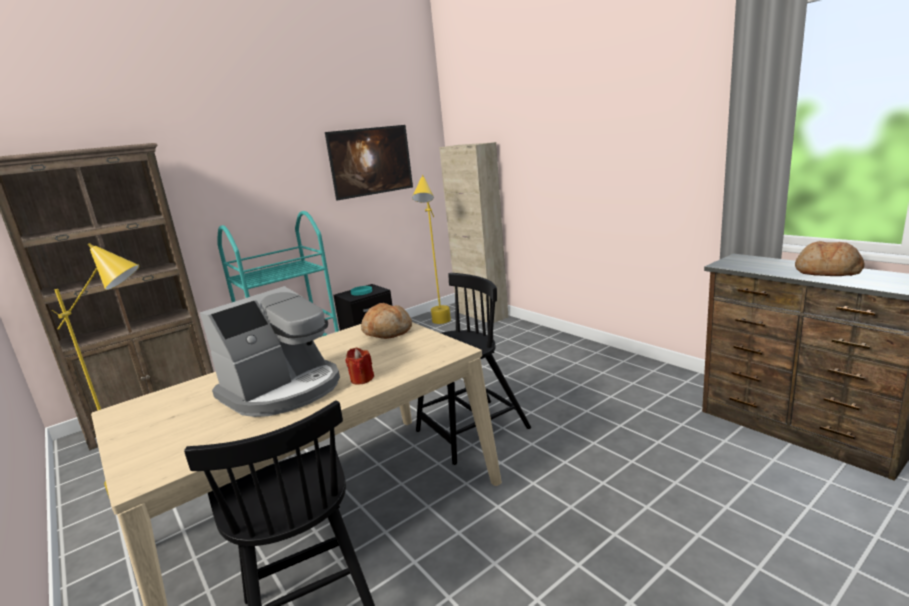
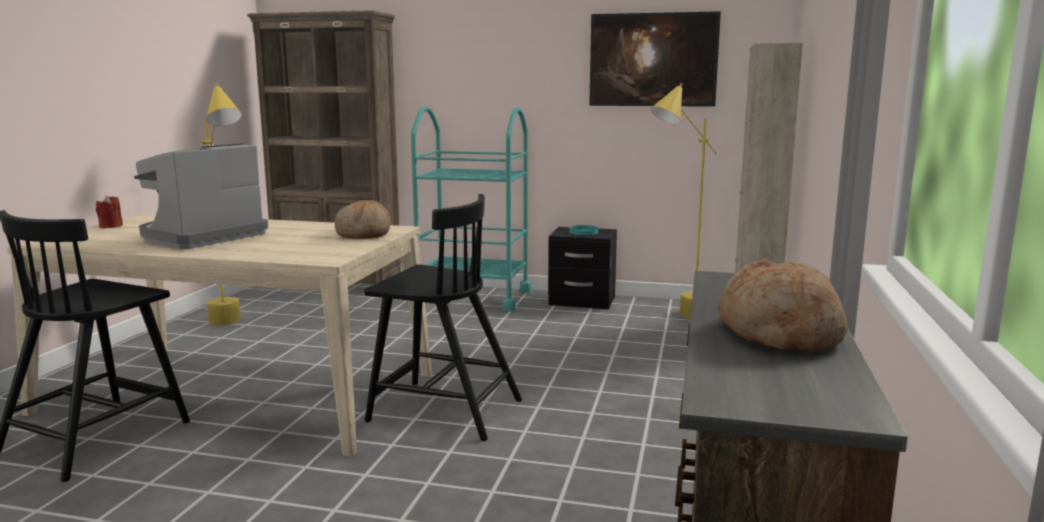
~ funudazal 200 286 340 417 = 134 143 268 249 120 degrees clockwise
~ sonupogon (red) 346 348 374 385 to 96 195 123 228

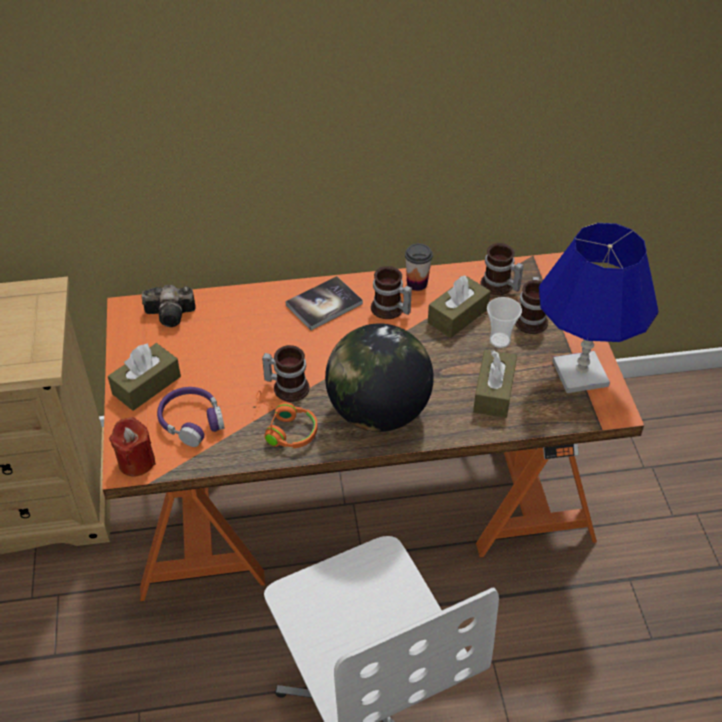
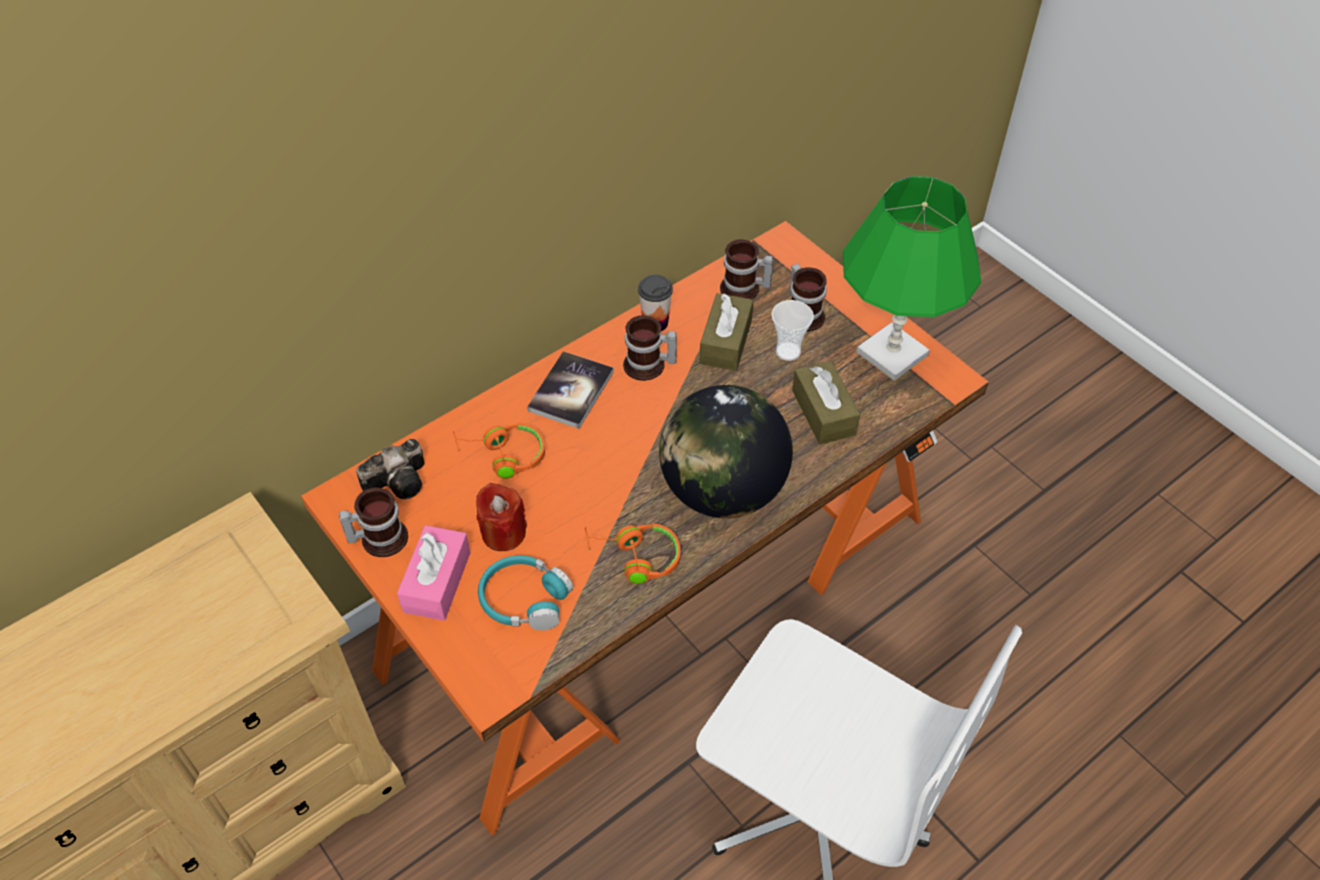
~ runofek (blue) 539 223 658 393 to runofek (green) 843 176 981 381
~ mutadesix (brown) 108 343 181 411 to mutadesix (pink) 397 525 470 621
~ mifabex 262 345 310 402 to 339 488 408 557
~ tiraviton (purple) 157 387 224 447 to tiraviton (turquoise) 478 555 573 630
~ sonupogon (red) 109 417 156 477 to 476 483 527 551
+ tiraviton (orange) 453 423 545 479

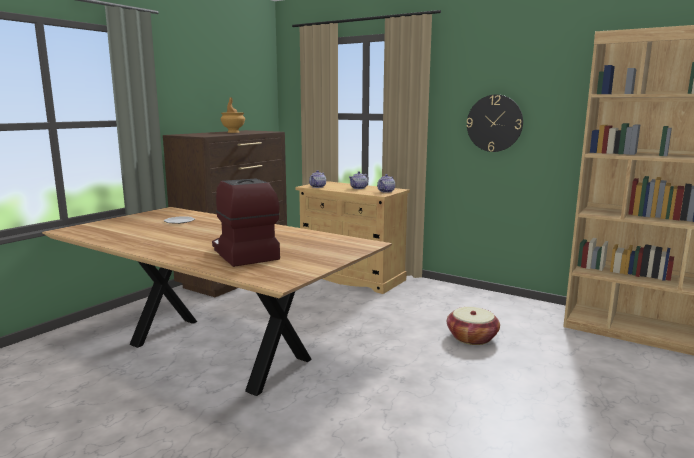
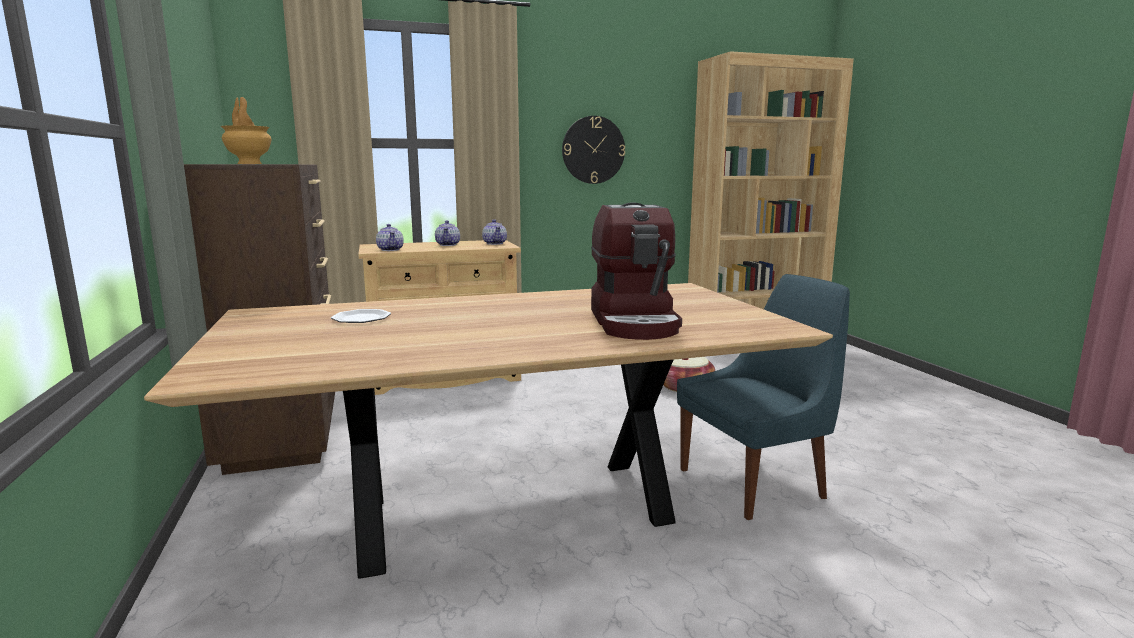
~ funudazal 212 178 280 267 = 591 202 682 340 105 degrees counterclockwise
+ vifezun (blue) 677 274 850 520

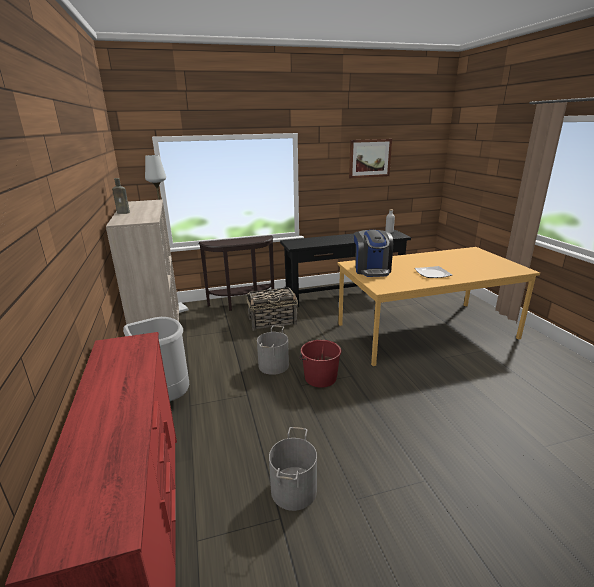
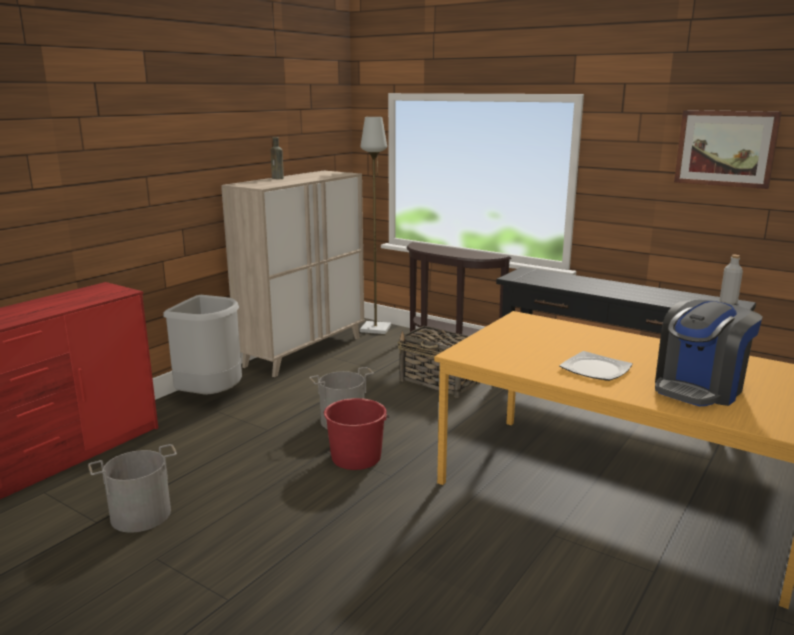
~ funudazal 354 230 393 277 to 655 300 762 406

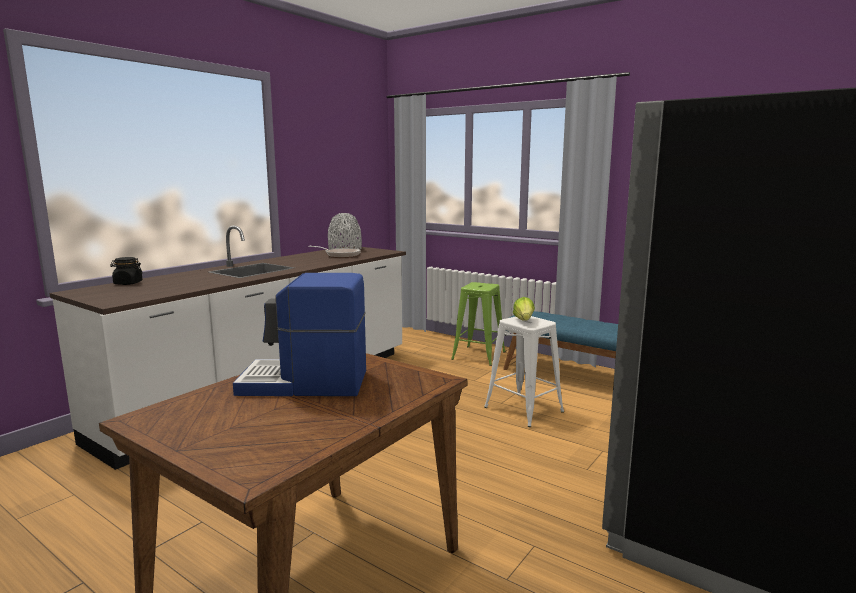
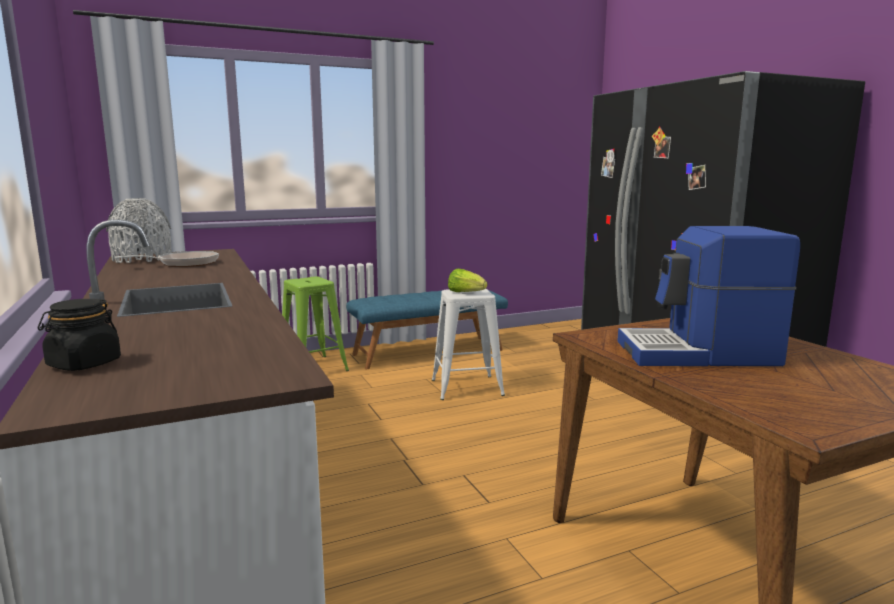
~ funudazal 233 273 366 396 = 617 226 800 366 60 degrees clockwise

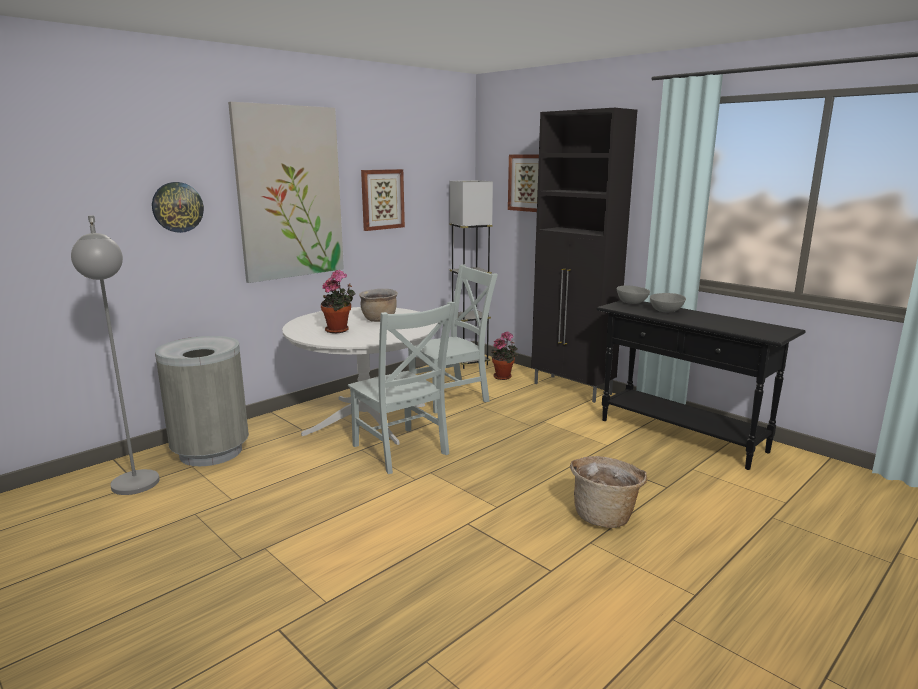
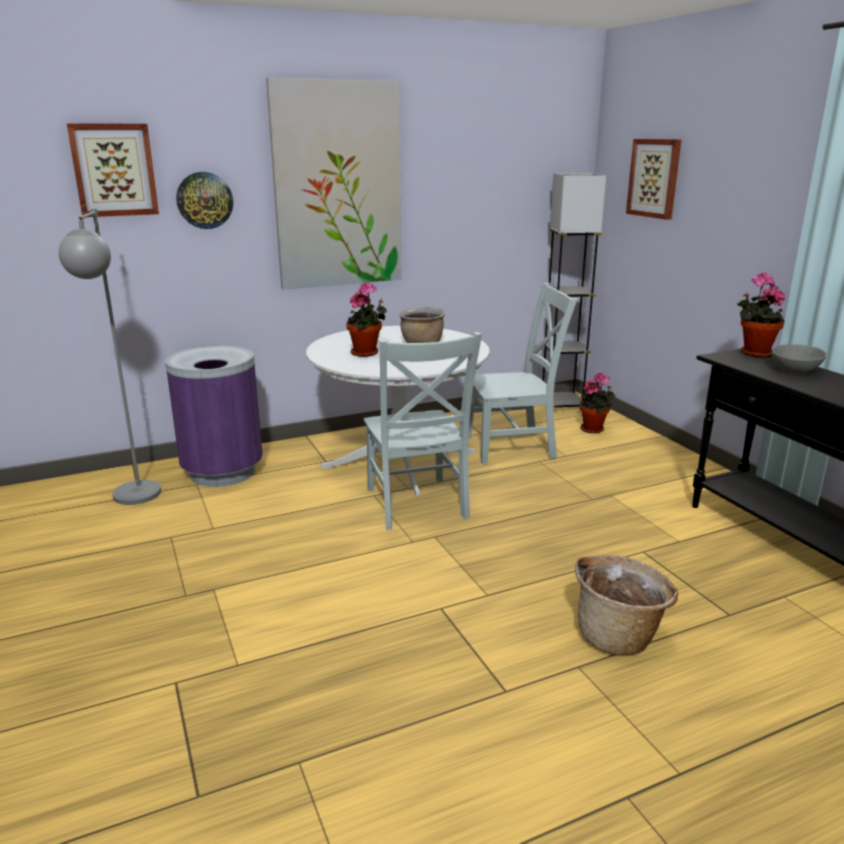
- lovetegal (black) 531 108 637 403
~ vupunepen 361 169 405 231 to 67 123 159 217
~ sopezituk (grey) 616 285 650 304 to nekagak 737 272 785 357
~ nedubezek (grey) 155 336 249 466 to nedubezek (purple) 165 345 263 487

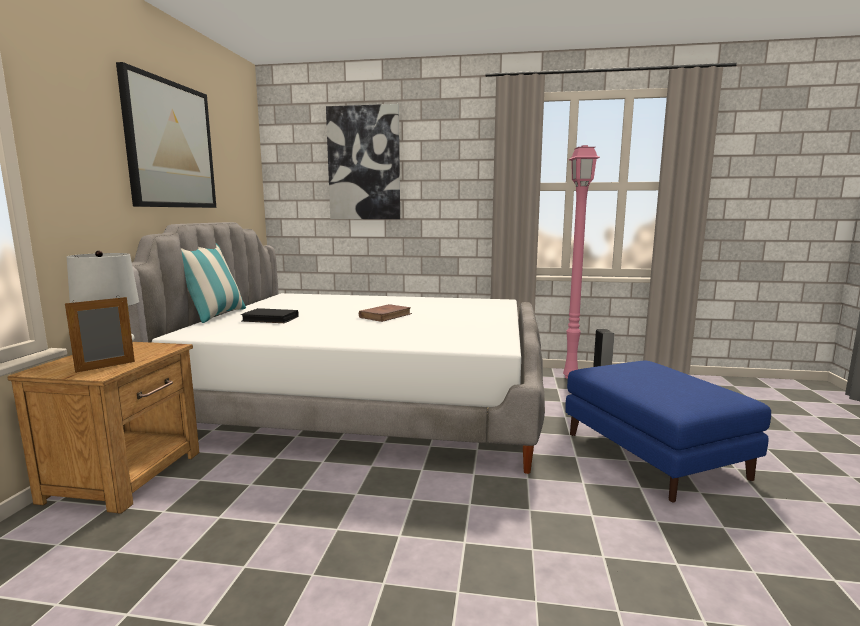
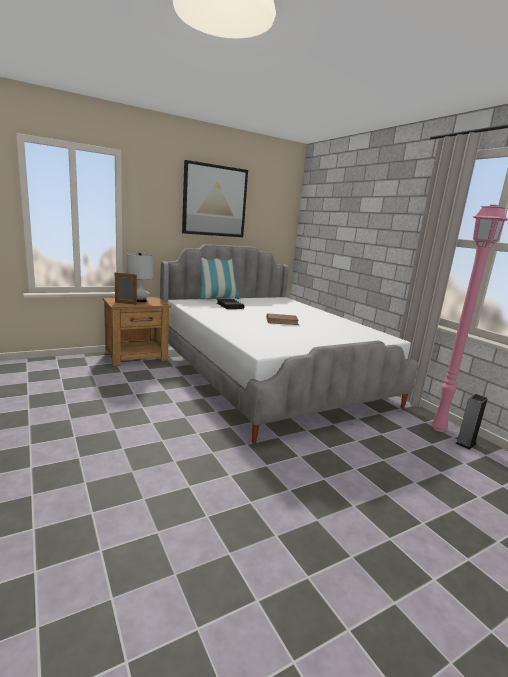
- vupunepen 326 104 400 219
- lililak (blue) 565 361 771 502

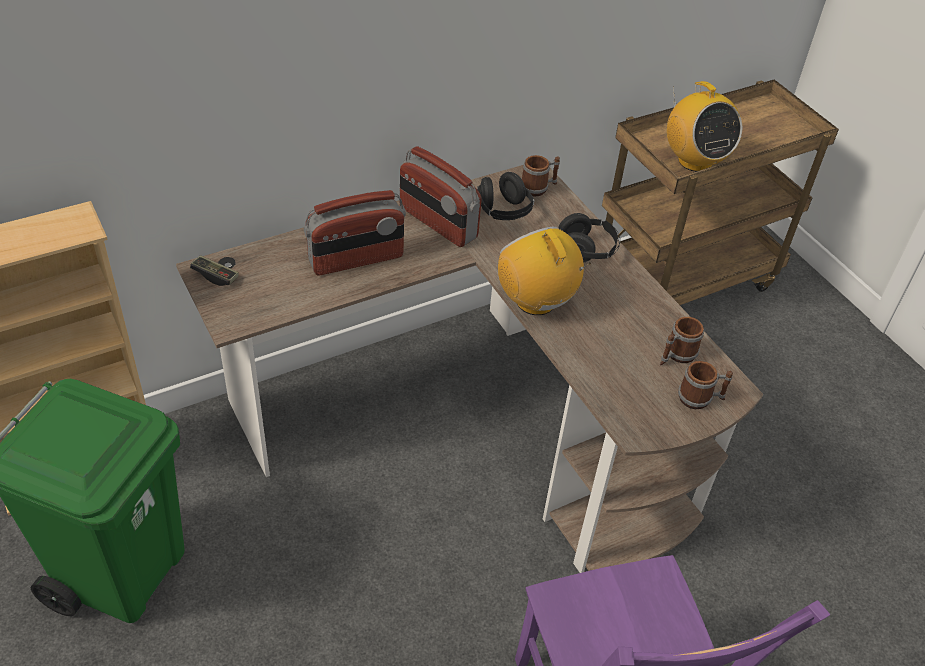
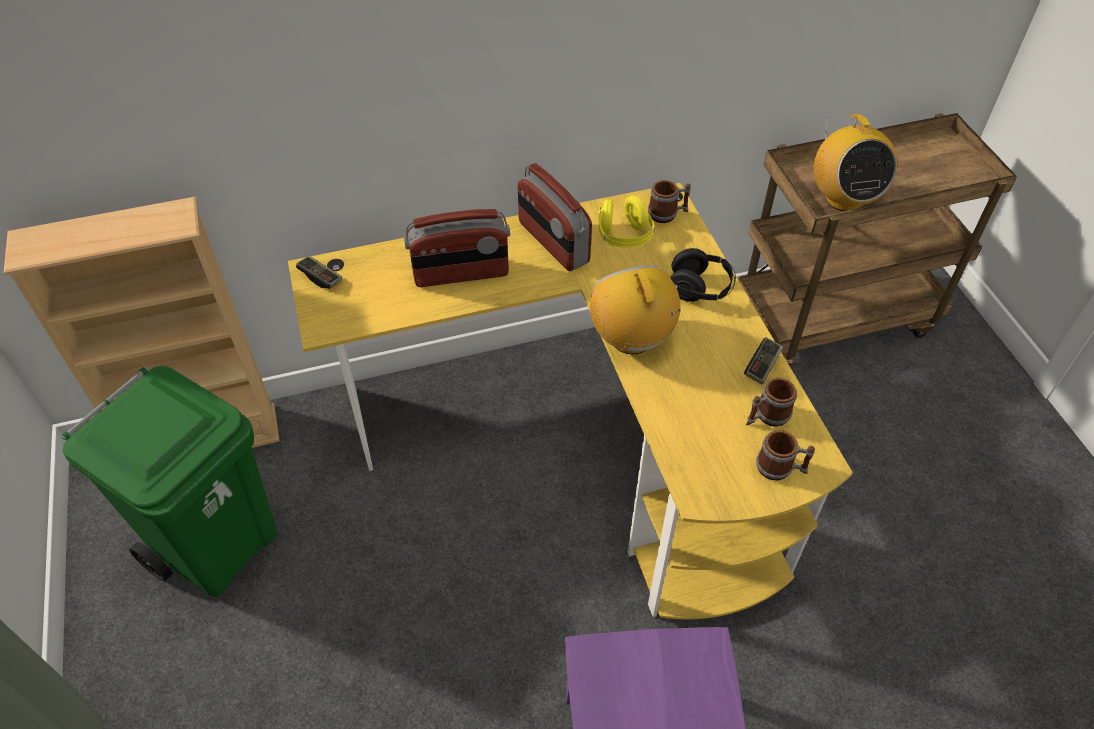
~ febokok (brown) 176 165 763 573 to febokok (yellow) 288 183 853 619
~ tiraviton (black) 477 172 534 220 to tiraviton (yellow) 598 196 655 248
+ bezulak 744 337 783 384

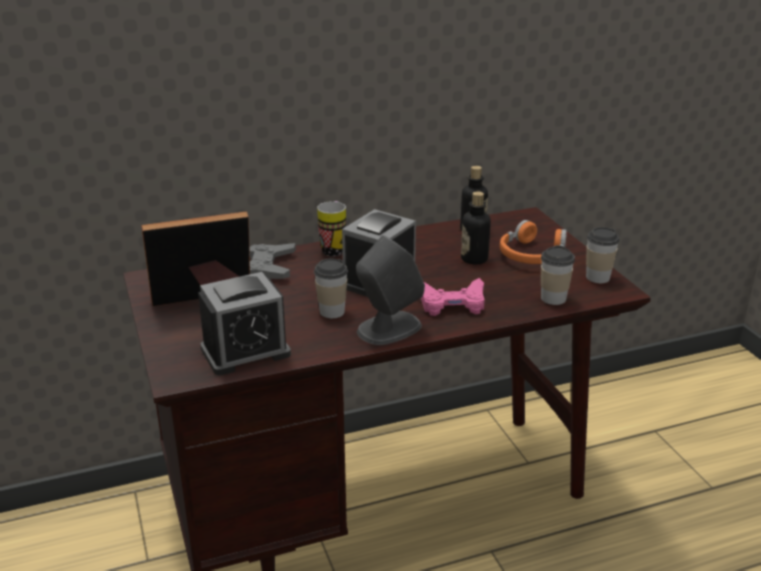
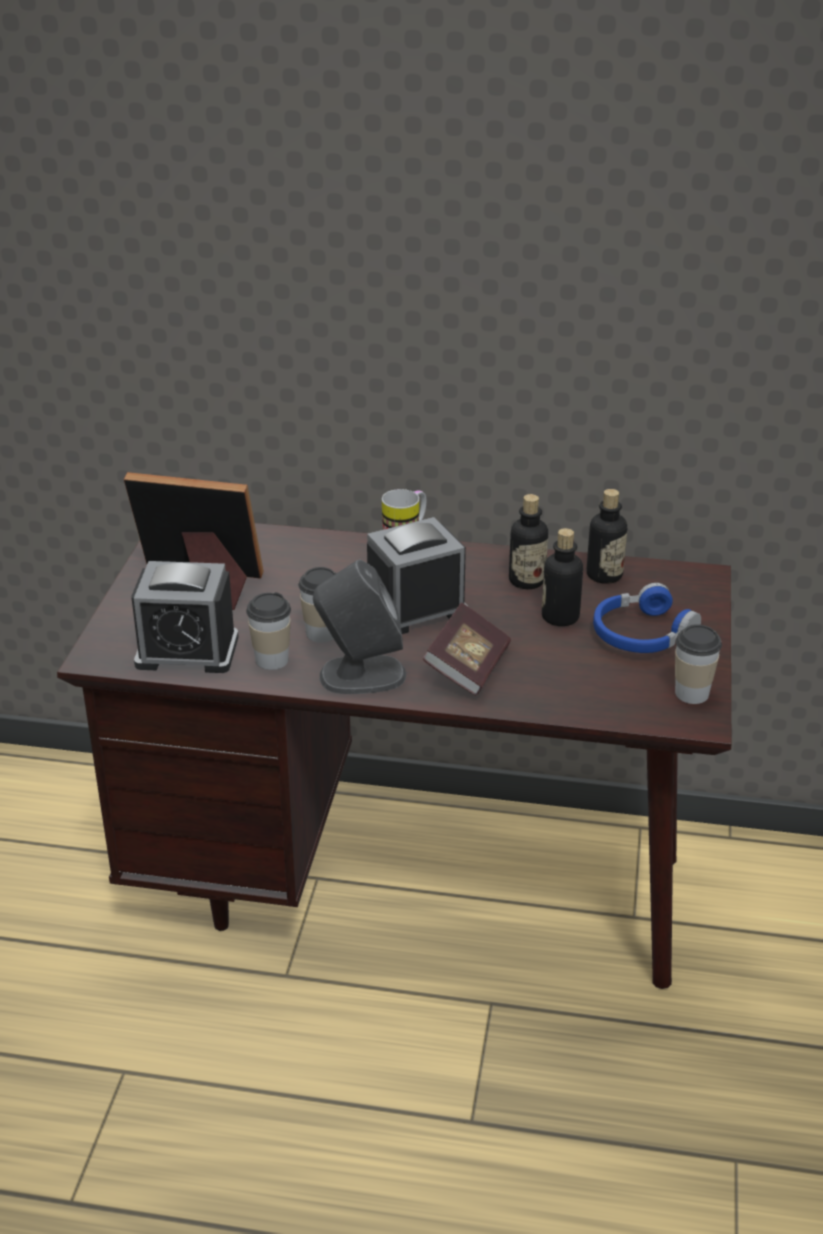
~ tiraviton (orange) 500 220 567 264 to tiraviton (blue) 593 583 701 653
- bezulak (grey) 249 243 296 279
~ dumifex 541 245 575 305 to 246 592 291 670
~ bezulak (pink) 420 278 485 316 to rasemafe 423 603 511 696
+ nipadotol 509 494 548 589

